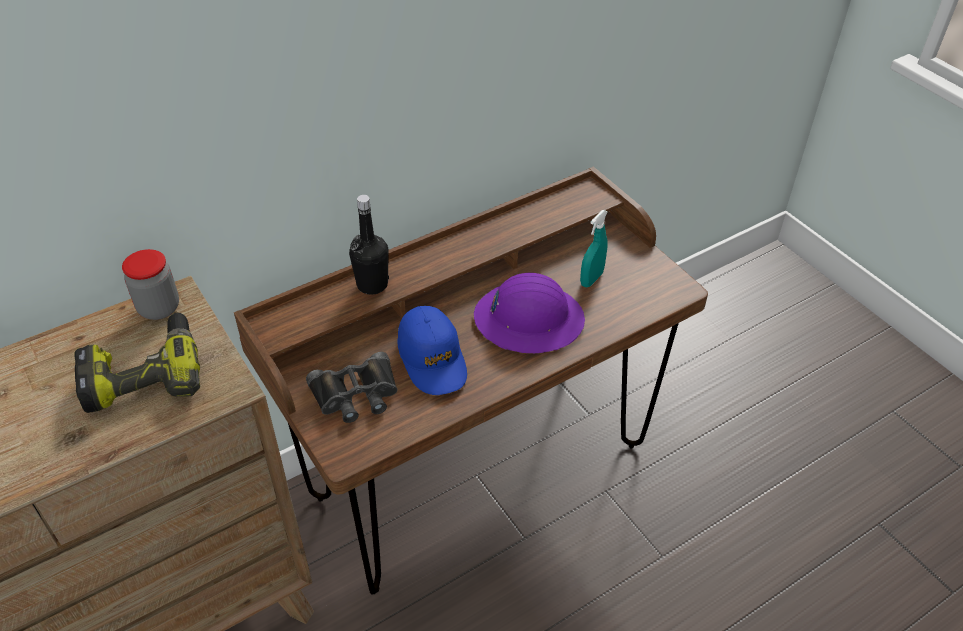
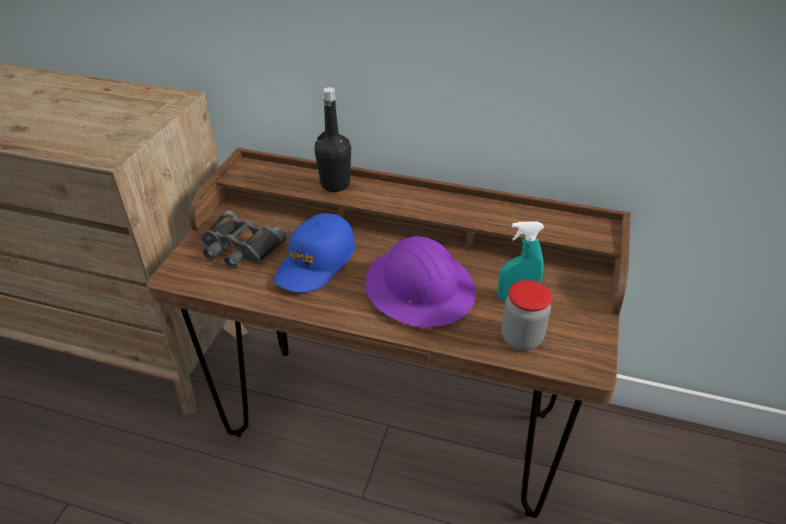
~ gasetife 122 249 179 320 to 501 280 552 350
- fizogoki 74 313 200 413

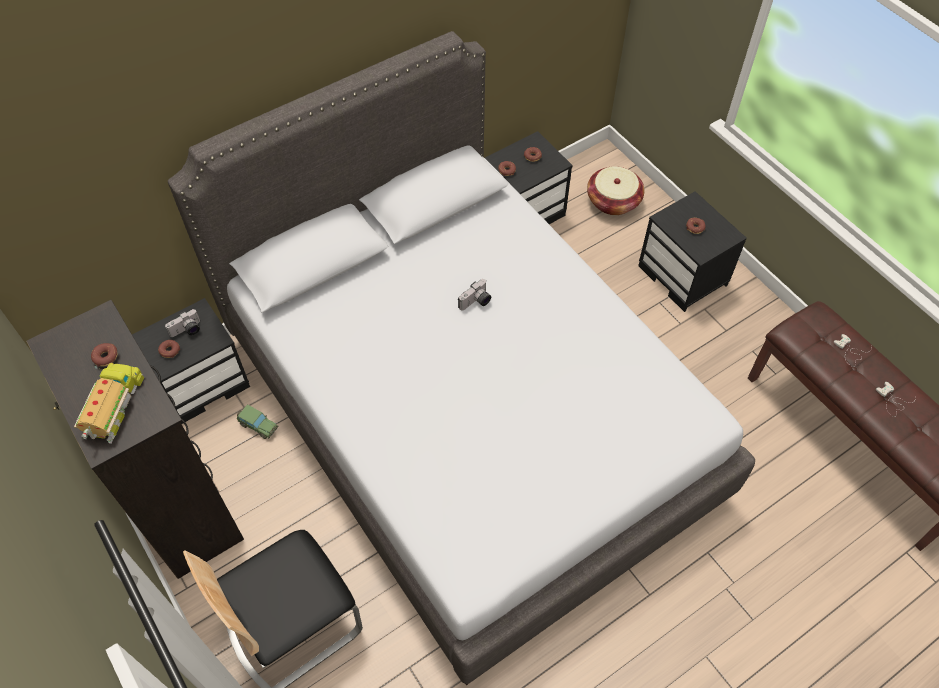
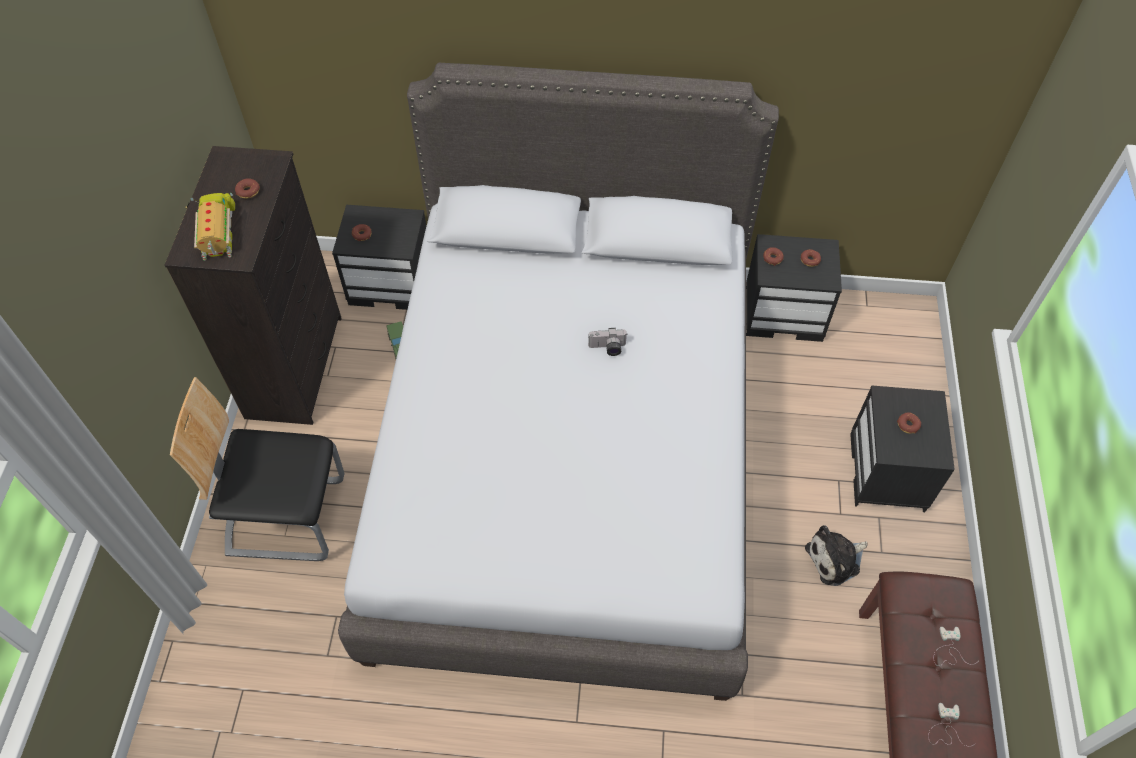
- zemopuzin 587 166 645 215
- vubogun 165 309 200 337
~ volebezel 74 363 144 444 = 190 193 235 260 60 degrees counterclockwise
+ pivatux 805 525 867 586

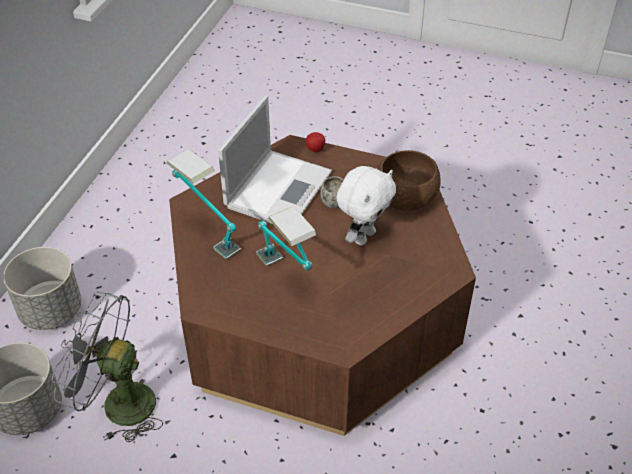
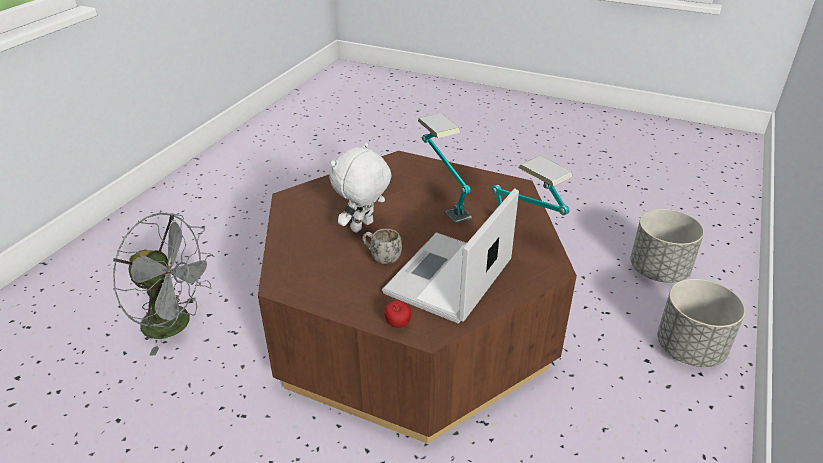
- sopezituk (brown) 378 150 441 211
~ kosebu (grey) 52 292 163 442 to 113 212 215 355

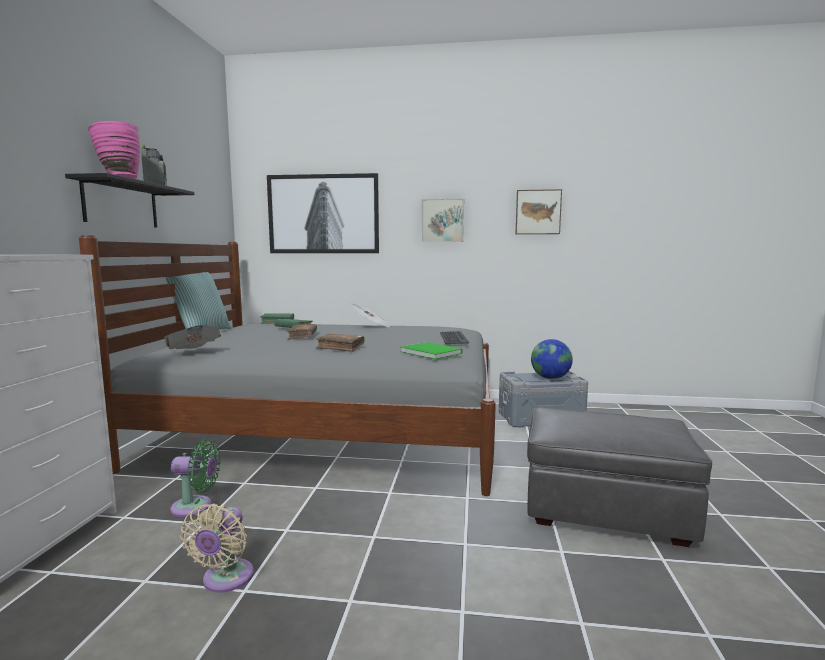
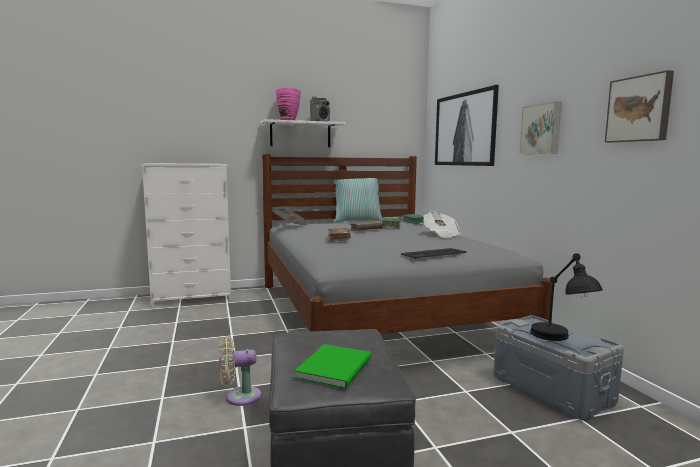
~ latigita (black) 65 173 194 228 to latigita (white) 261 119 345 147
~ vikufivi 531 339 573 379 to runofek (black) 530 253 603 341
~ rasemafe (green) 400 342 462 359 to 294 344 372 388
- kosebu (green) 170 440 220 517
~ kosebu (beige) 180 504 254 593 to 219 337 261 406

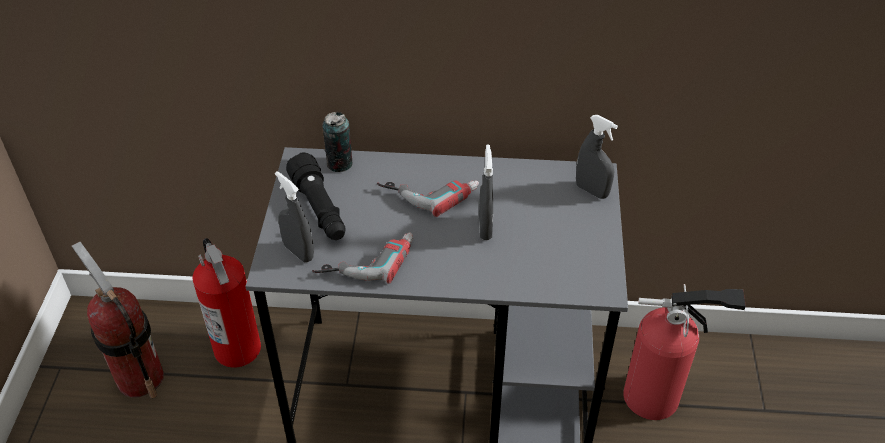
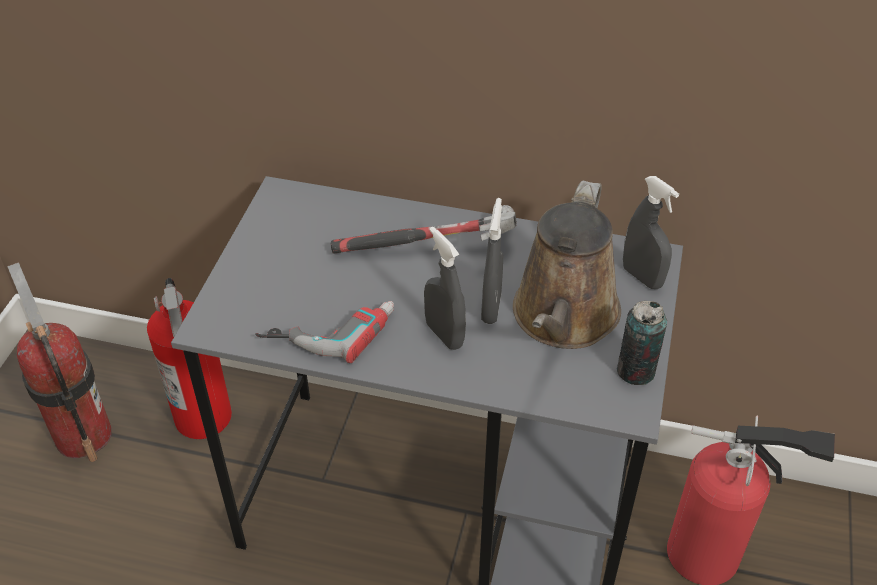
~ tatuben 322 112 352 172 to 617 301 667 385
- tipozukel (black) 286 152 346 240
~ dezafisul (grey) 275 171 314 262 to 424 227 466 350
~ fizogoki 377 180 479 217 to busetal 331 205 517 254
+ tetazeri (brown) 513 181 621 349

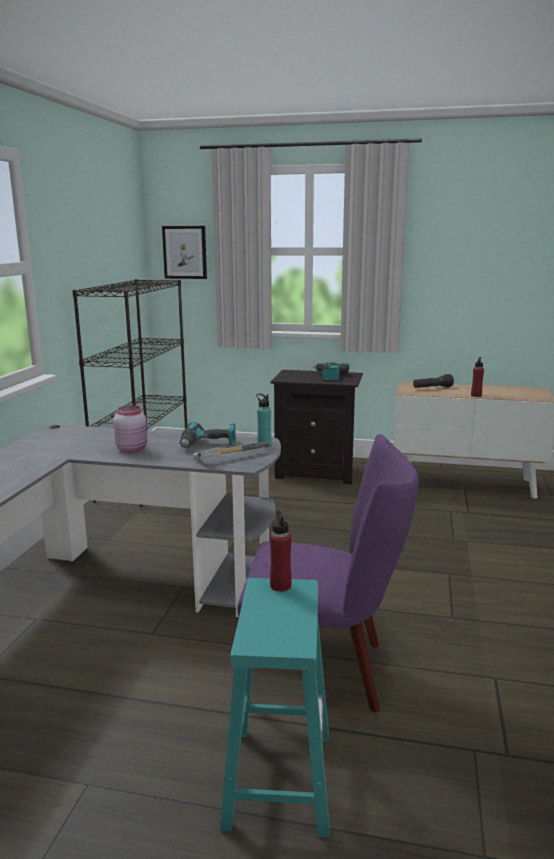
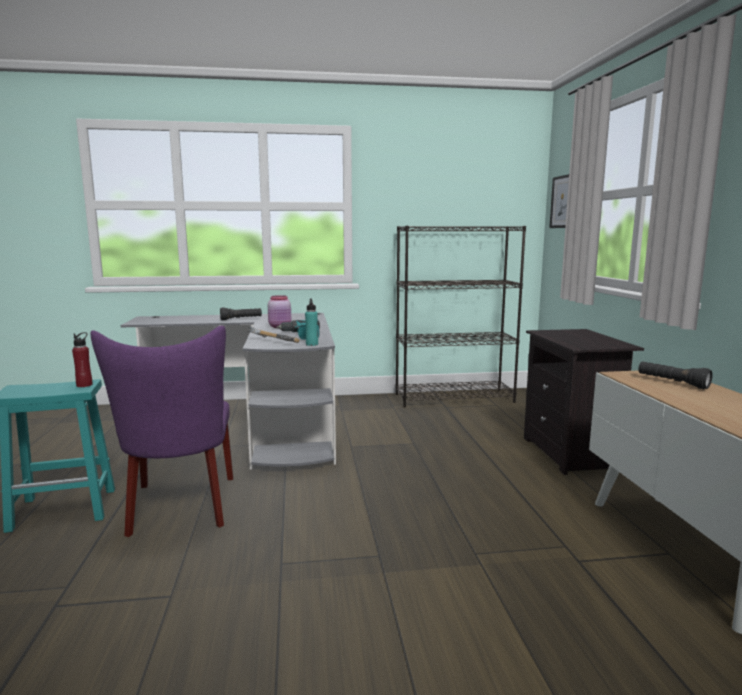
- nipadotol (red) 471 357 484 397
- fizogoki 313 362 349 381
+ tipozukel (black) 220 307 262 320

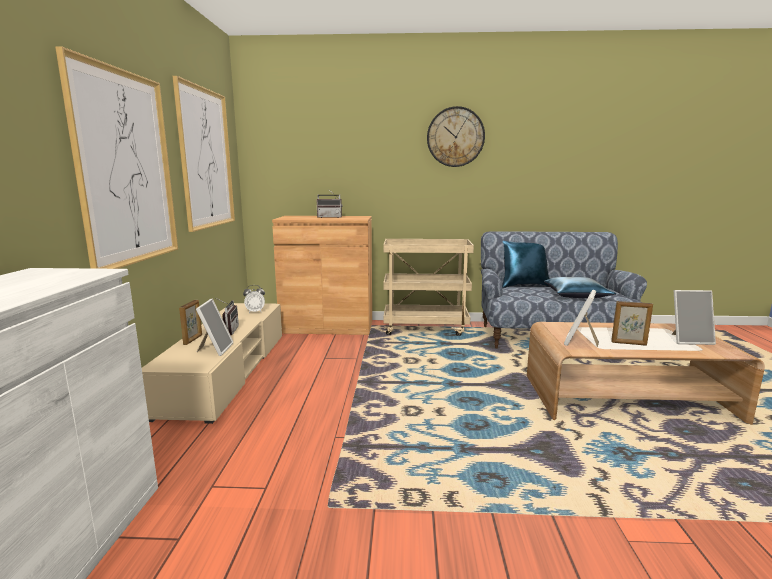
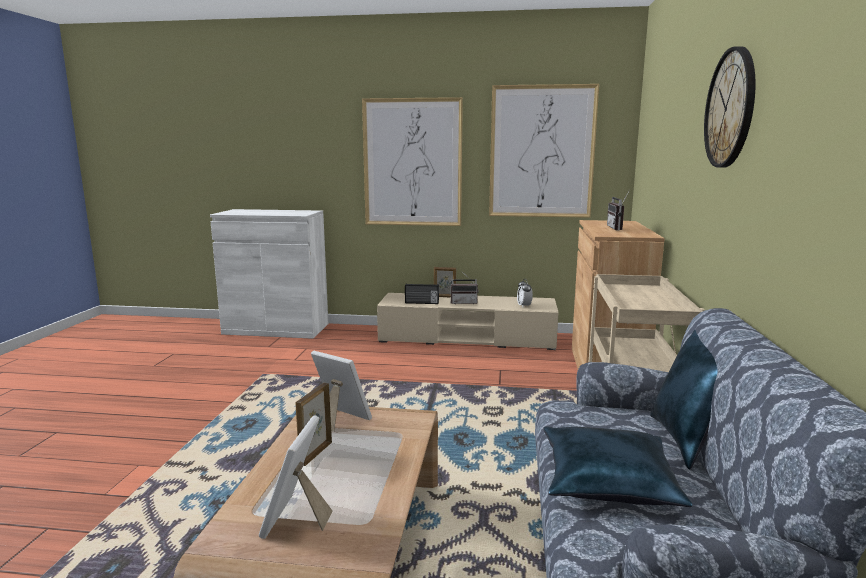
~ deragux 196 299 234 356 to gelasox 405 284 439 304

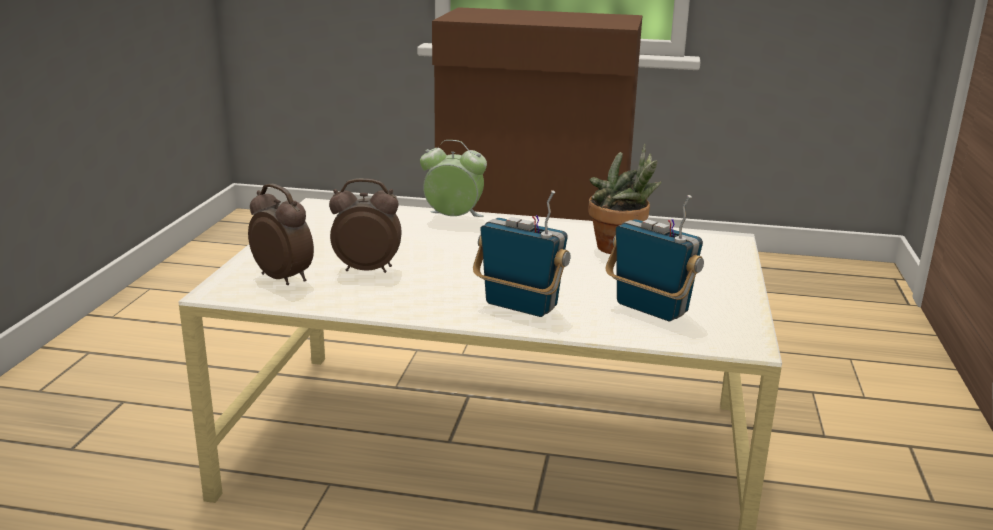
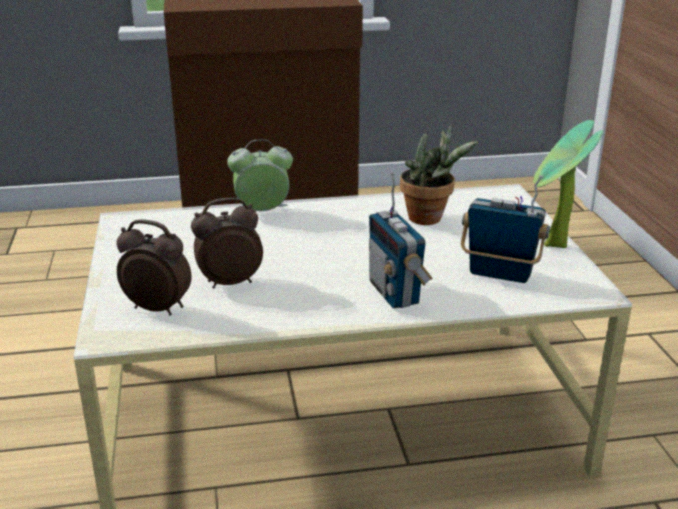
~ gelasox 473 190 571 317 = 369 173 433 309 120 degrees counterclockwise
+ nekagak 533 120 603 248

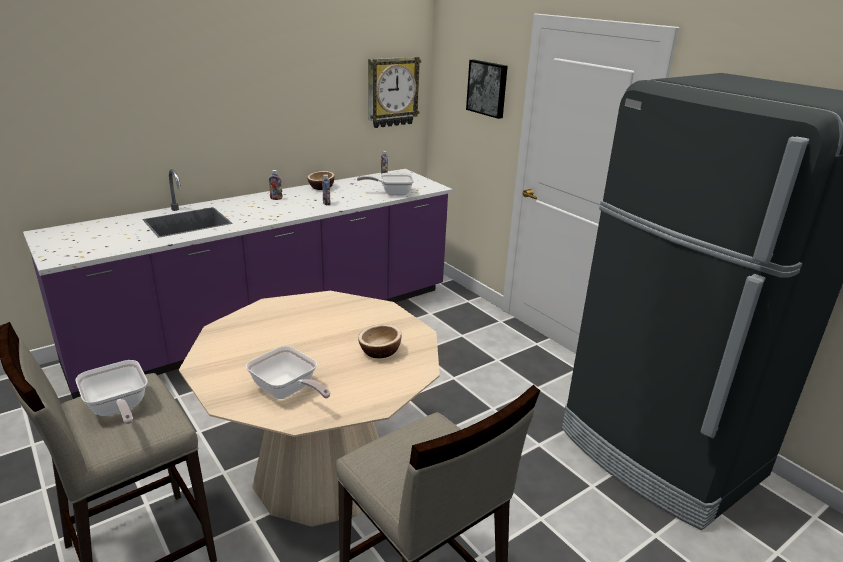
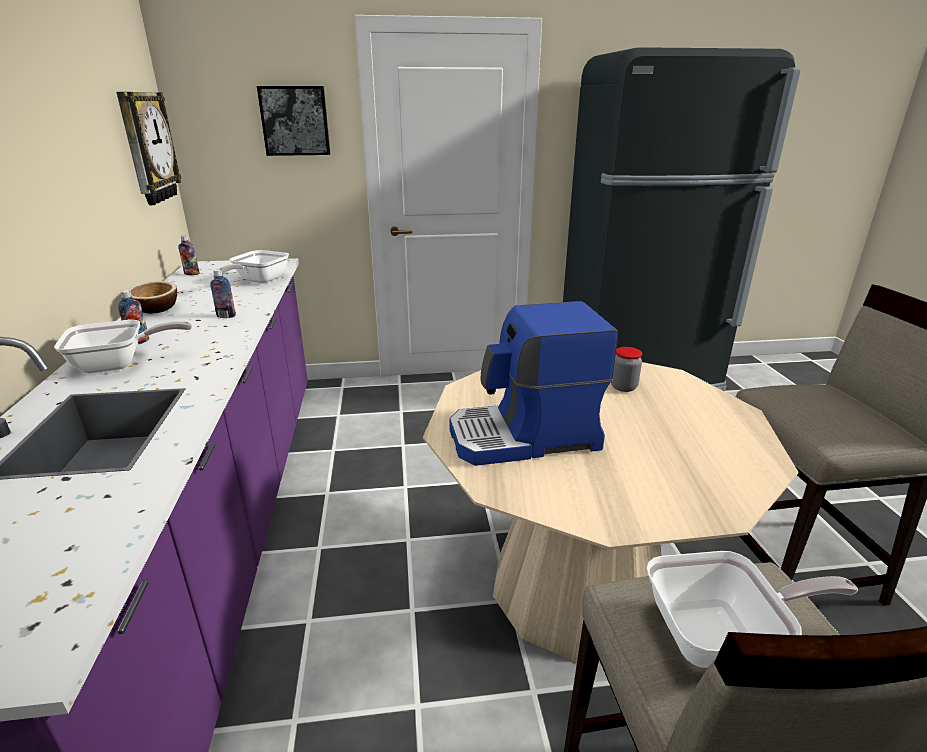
~ sopezituk 358 324 402 358 to gasetife 611 347 642 392
~ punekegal 246 346 330 399 to 54 320 192 373
+ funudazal 449 301 618 466

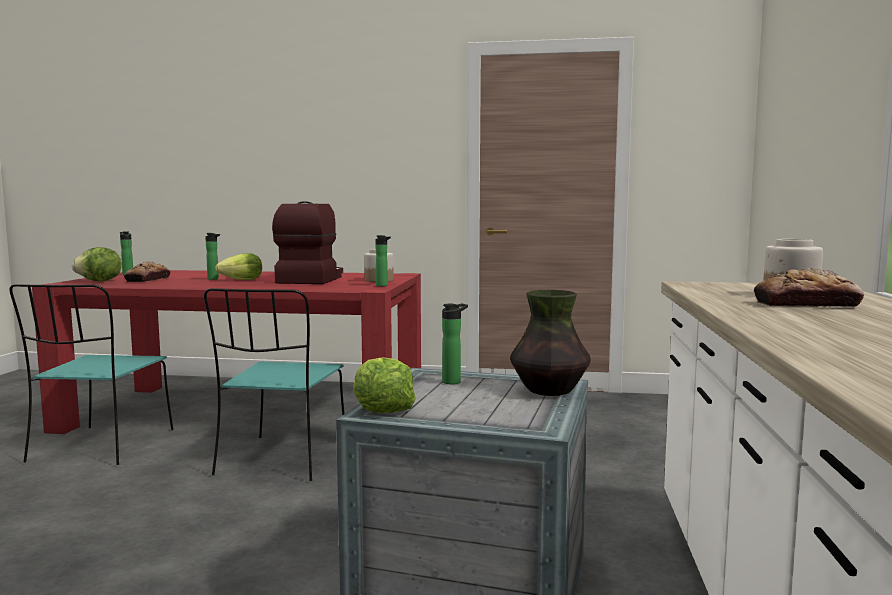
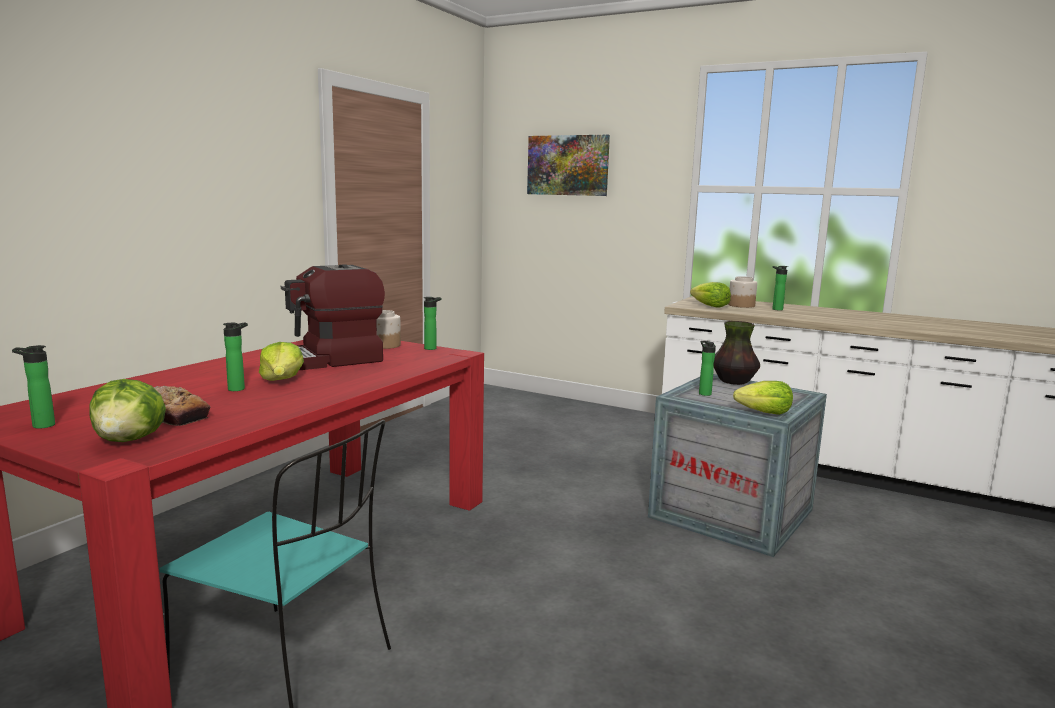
~ funudazal 272 201 343 284 = 281 265 385 370 60 degrees counterclockwise
~ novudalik 754 268 864 307 to nipadotol 772 266 788 310
- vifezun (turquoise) 204 288 345 481
+ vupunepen 527 135 610 196
+ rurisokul 690 282 731 308

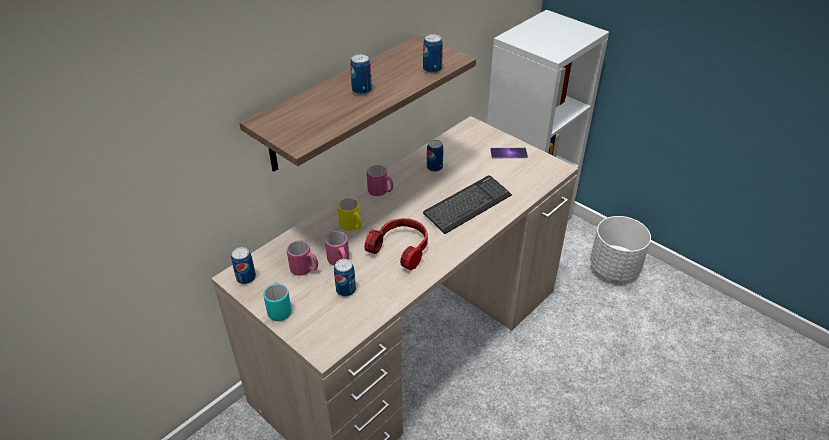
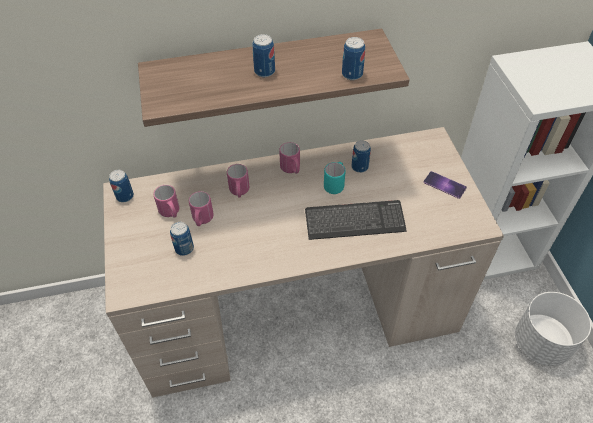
~ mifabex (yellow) 338 198 362 231 to mifabex (pink) 227 164 249 197
- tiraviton 364 218 428 270
~ mifabex (turquoise) 263 282 292 321 to 324 162 346 194

